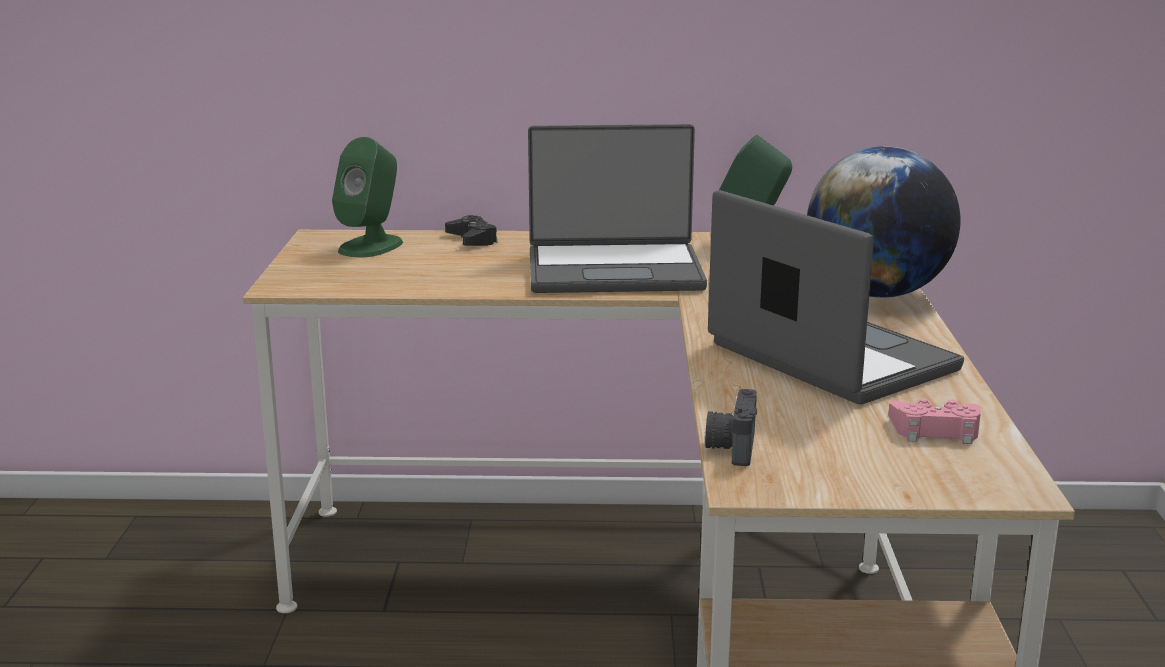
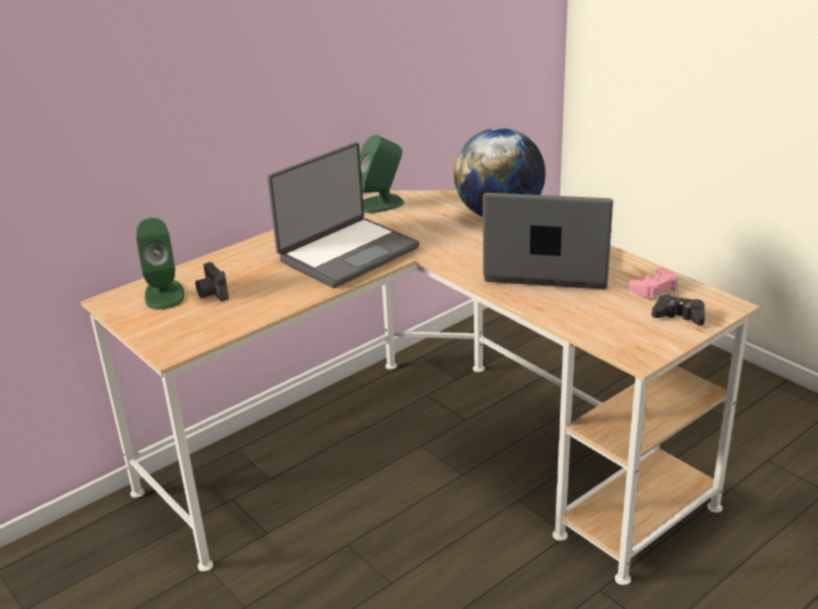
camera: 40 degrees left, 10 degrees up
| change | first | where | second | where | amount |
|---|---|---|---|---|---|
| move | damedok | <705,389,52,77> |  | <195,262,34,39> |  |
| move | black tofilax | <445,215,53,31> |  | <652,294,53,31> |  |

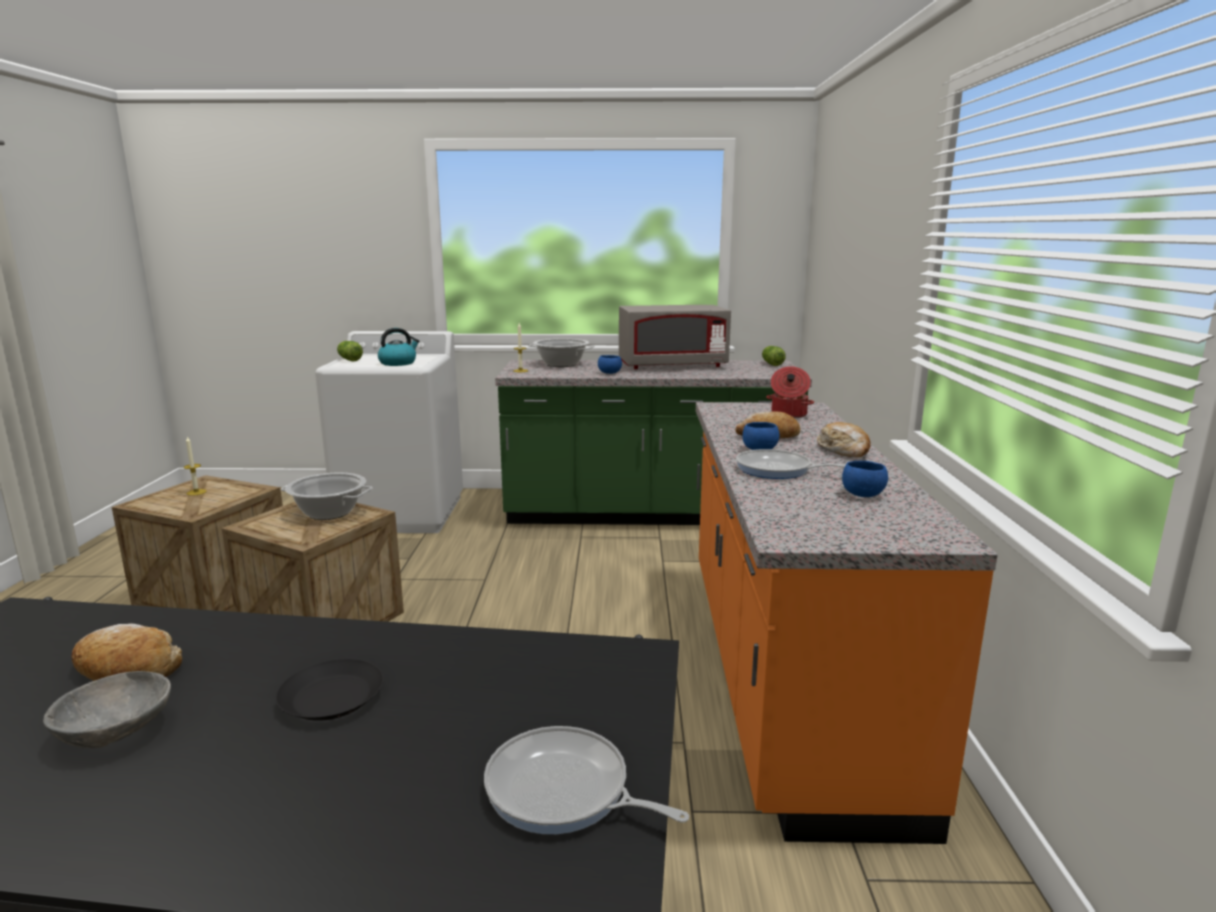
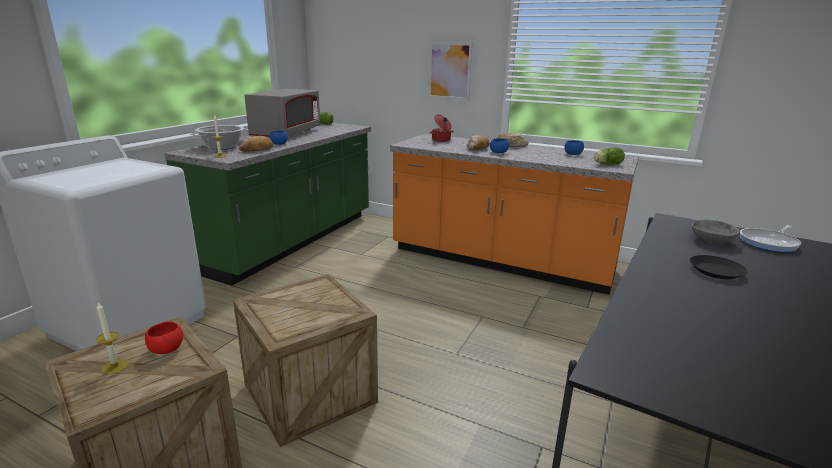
camera: 65 degrees left, 5 degrees up
| change | first | where | second | where | amount |
|---|---|---|---|---|---|
| insert |  |  | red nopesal | <145,321,38,33> |  |
| move | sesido | <71,623,111,58> |  | <239,136,34,16> |  |
| insert |  |  | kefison | <428,42,44,58> |  |
| move | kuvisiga | <337,341,26,20> |  | <594,147,31,18> |  |
| move | grey nopesal | <43,671,128,77> |  | <692,220,48,24> |  |
| delete | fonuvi | <280,473,93,47> |  |  |  |
| delete | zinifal | <378,328,41,38> |  |  |  |
| delete | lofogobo | <736,449,110,30> |  |  |  |

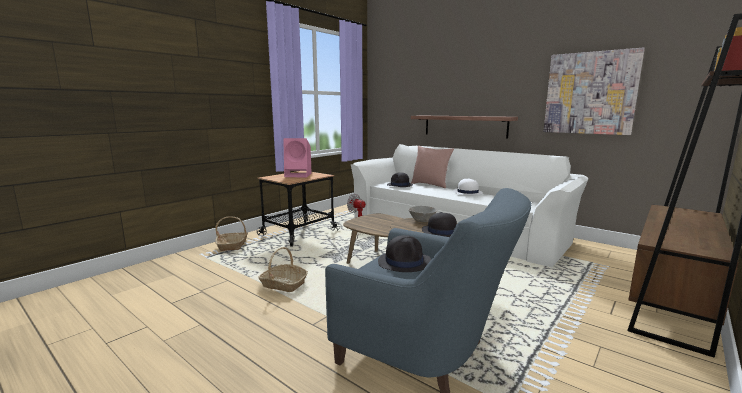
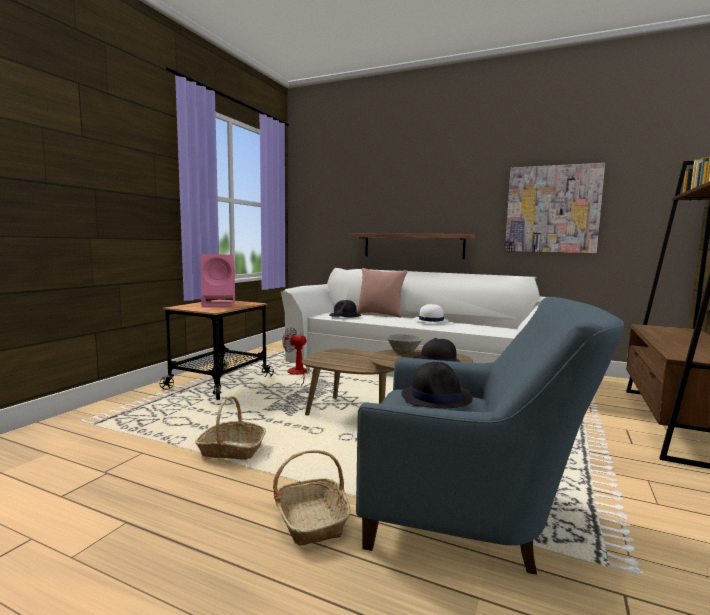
camera: 15 degrees left, 5 degrees down
| change | first | where | second | where | amount |
|---|---|---|---|---|---|
| move | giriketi | <215,216,33,35> |  | <273,450,78,96> |  |

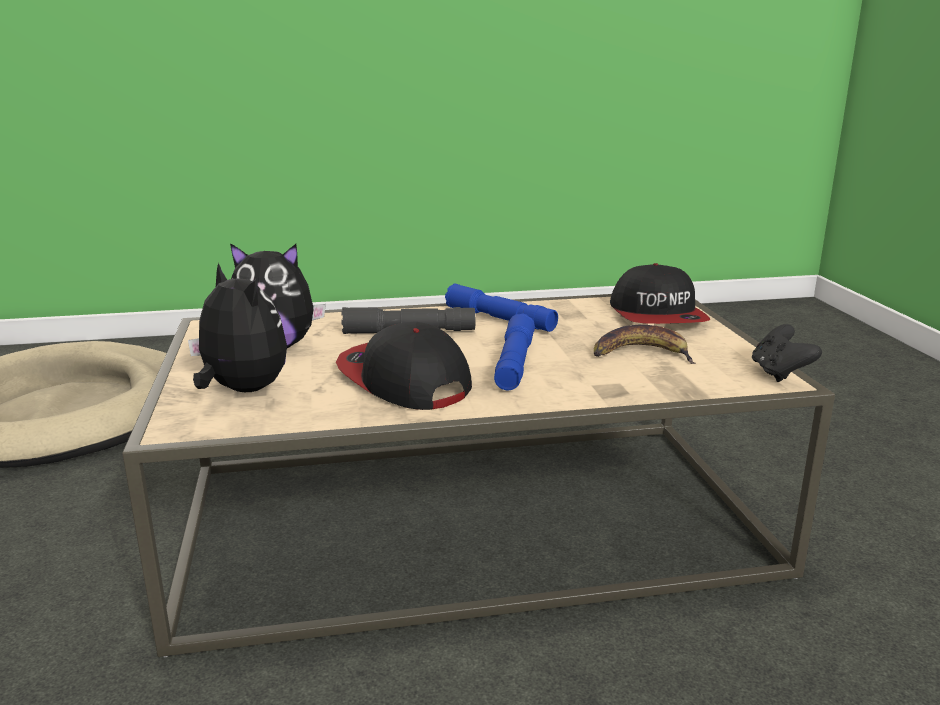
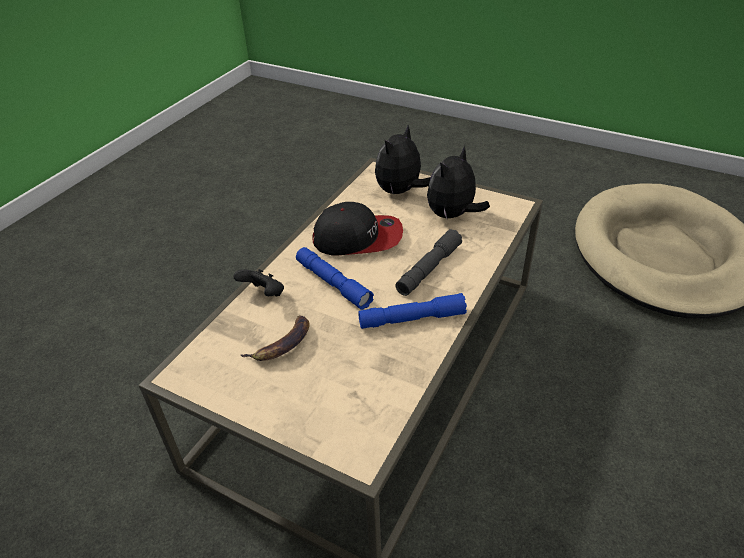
camera: 130 degrees right, 20 degrees up
| change | first | where | second | where | amount |
|---|---|---|---|---|---|
| move | black tofilax | <752,324,70,58> |  | <233,269,51,27> |  |
| rotate | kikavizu | <188,263,99,129> |  | <375,125,56,70> | 135 degrees clockwise |
| delete | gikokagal | <610,263,100,61> |  |  |  |

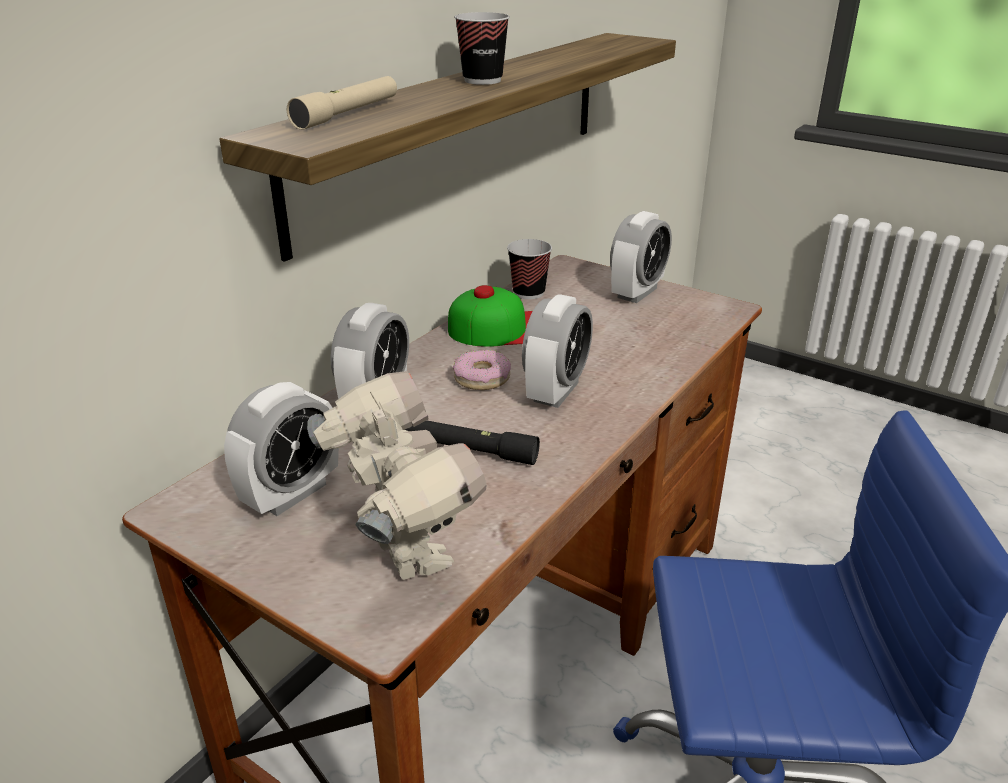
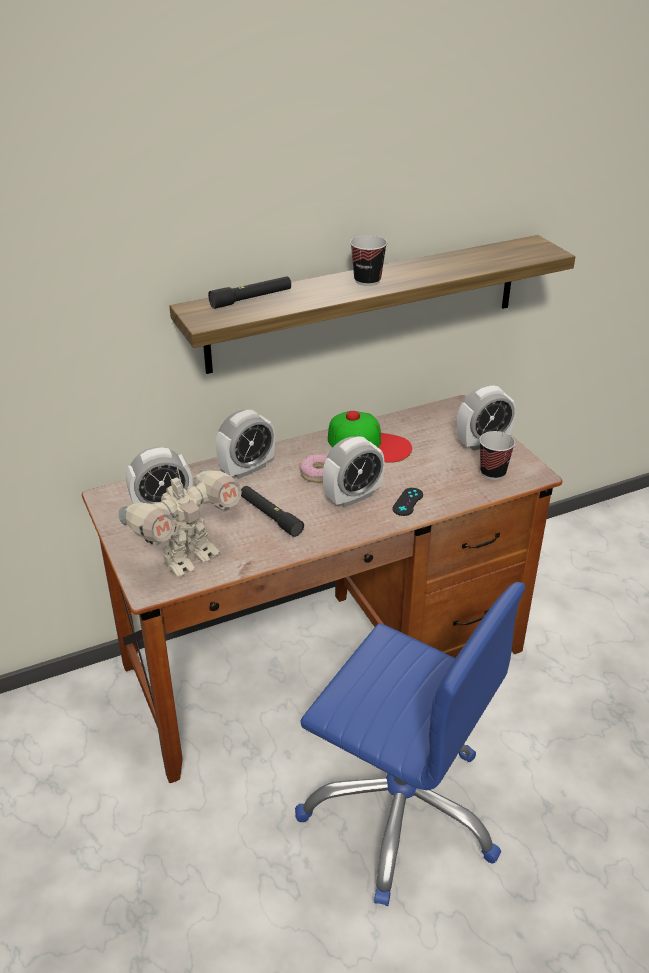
camera: 30 degrees right, 5 degrees up
| change | first | where | second | where | amount |
|---|---|---|---|---|---|
| rotate | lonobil | <307,371,180,209> |  | <118,467,124,109> | 45 degrees clockwise |
| recolor | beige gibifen | <287,76,110,54> | black gibifen | <208,276,83,33> |  |
| insert |  |  | black tofilax | <392,488,31,28> |  |
| move | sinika | <507,239,45,60> |  | <479,431,36,49> |  |

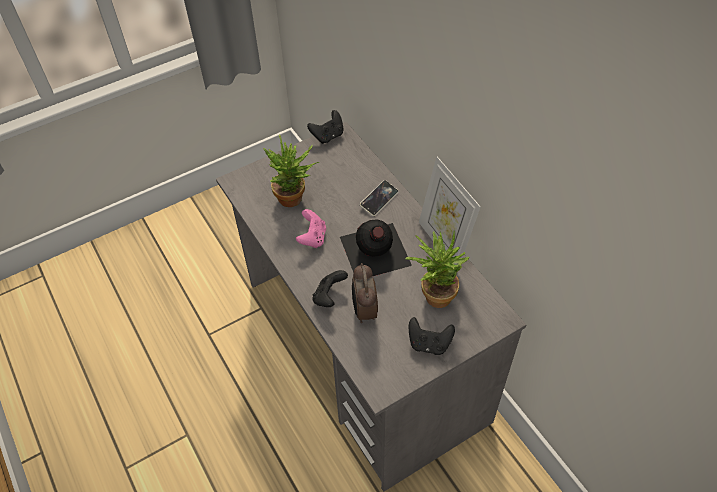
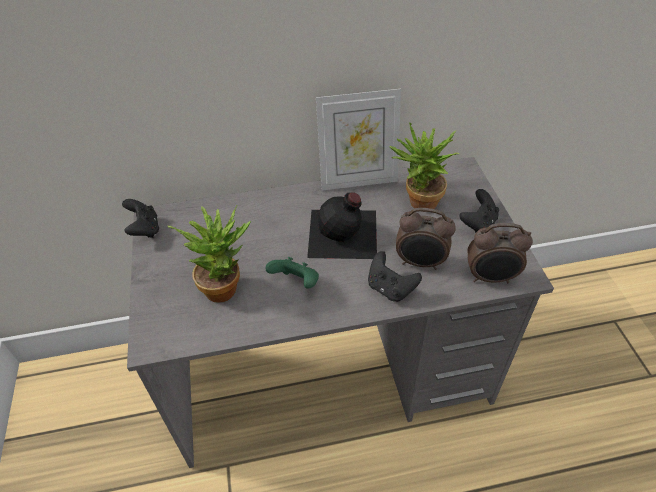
camera: 70 degrees left, 5 degrees down
| change | first | where | second | where | amount |
|---|---|---|---|---|---|
| recolor | pink tofilax | <296,209,30,39> | green tofilax | <265,257,54,32> |  |
| insert |  |  | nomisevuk | <467,223,66,61> |  |
| delete | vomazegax | <360,180,39,36> |  |  |  |

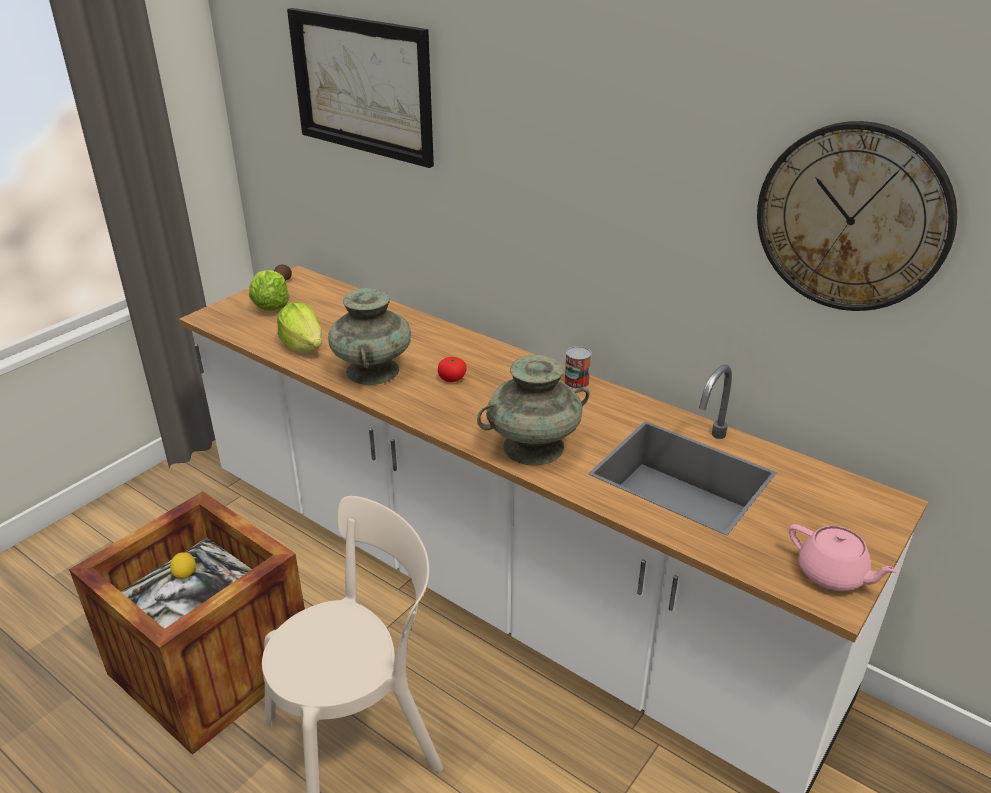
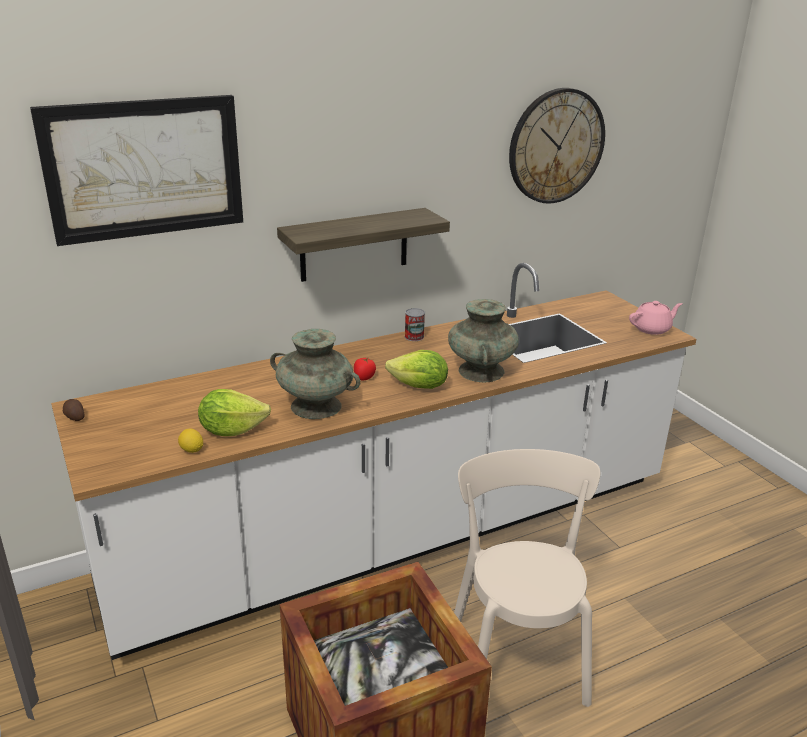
camera: 65 degrees left, 5 degrees down
| change | first | where | second | where | amount |
|---|---|---|---|---|---|
| move | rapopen | <170,552,26,27> |  | <178,428,25,25> |  |
| insert |  |  | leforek | <277,208,173,74> |  |
| move | kuvisiga | <249,270,40,41> |  | <385,350,63,39> |  |

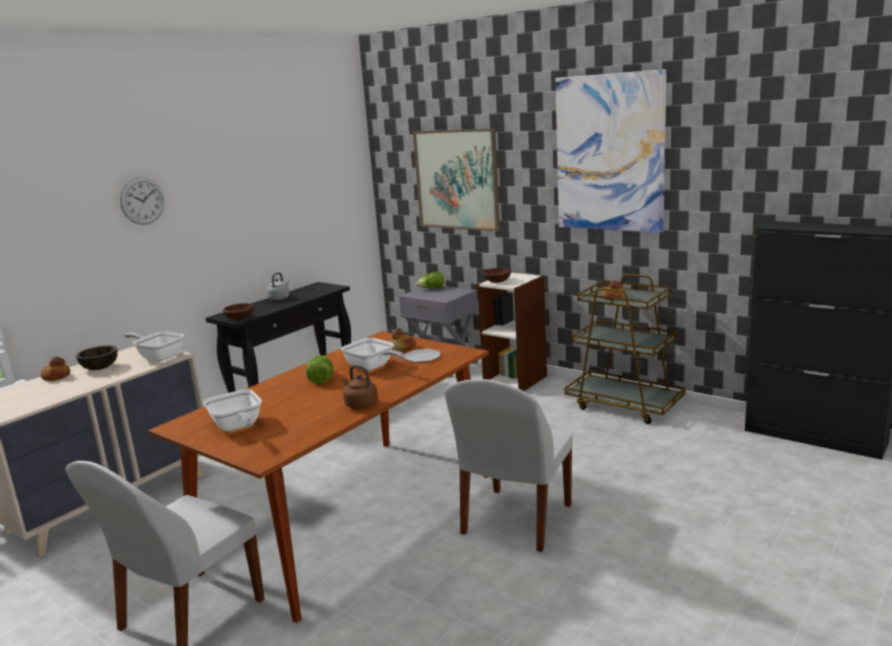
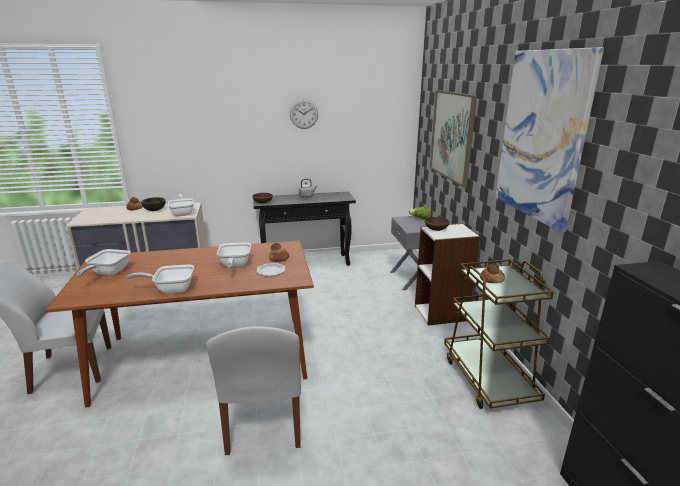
camera: 40 degrees right, 5 degrees up
| change | first | where | second | where | amount |
|---|---|---|---|---|---|
| replace | brown zinifal | <343,365,35,44> | lofogobo | <127,265,67,28> |  |
| rotate | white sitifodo | <444,379,129,173> |  | <206,326,95,129> | 75 degrees counterclockwise |
| move | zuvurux | <120,177,44,48> |  | <290,99,28,30> |  |
| delete | kuvisiga | <306,355,28,29> |  |  |  |

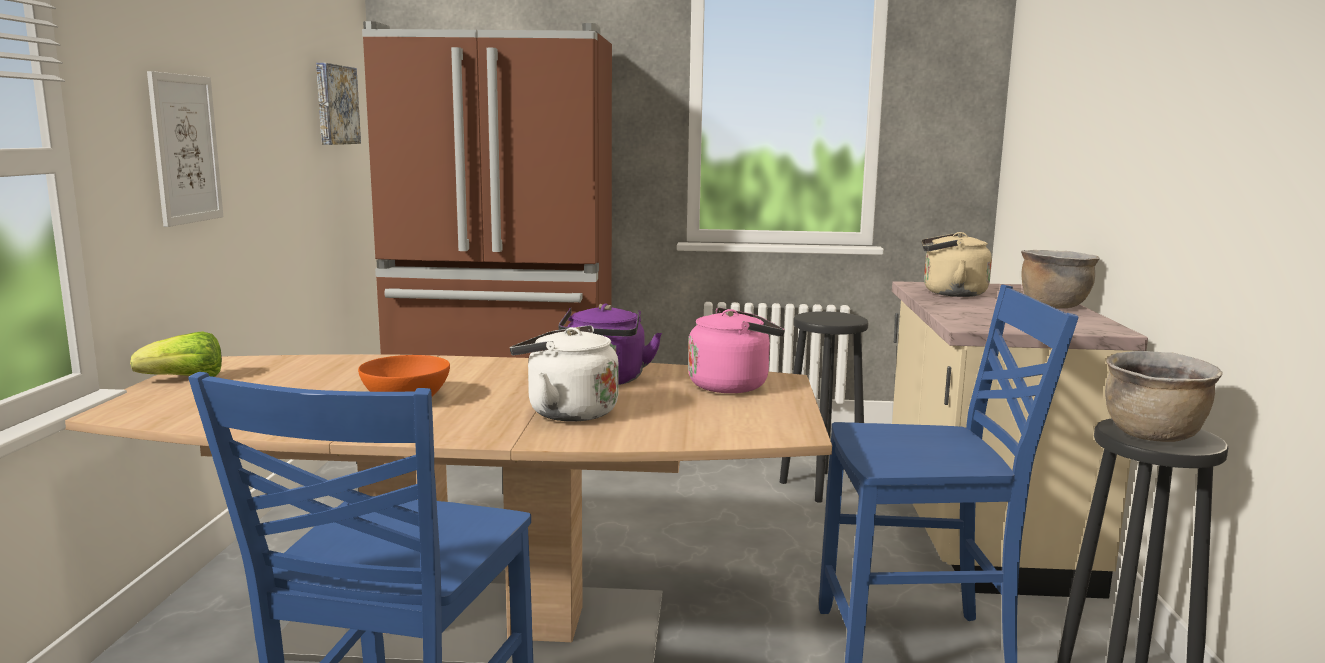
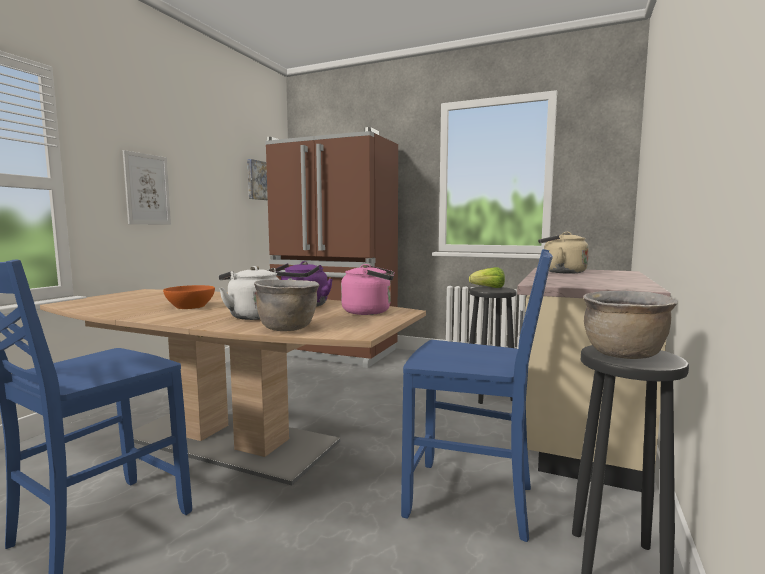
camera: 20 degrees right, 5 degrees down
| change | first | where | second | where | amount |
|---|---|---|---|---|---|
| move | brown fonuvi | <1021,250,79,58> |  | <254,280,65,51> |  |
| move | kuvisiga | <130,331,92,46> |  | <469,267,36,21> |  |

